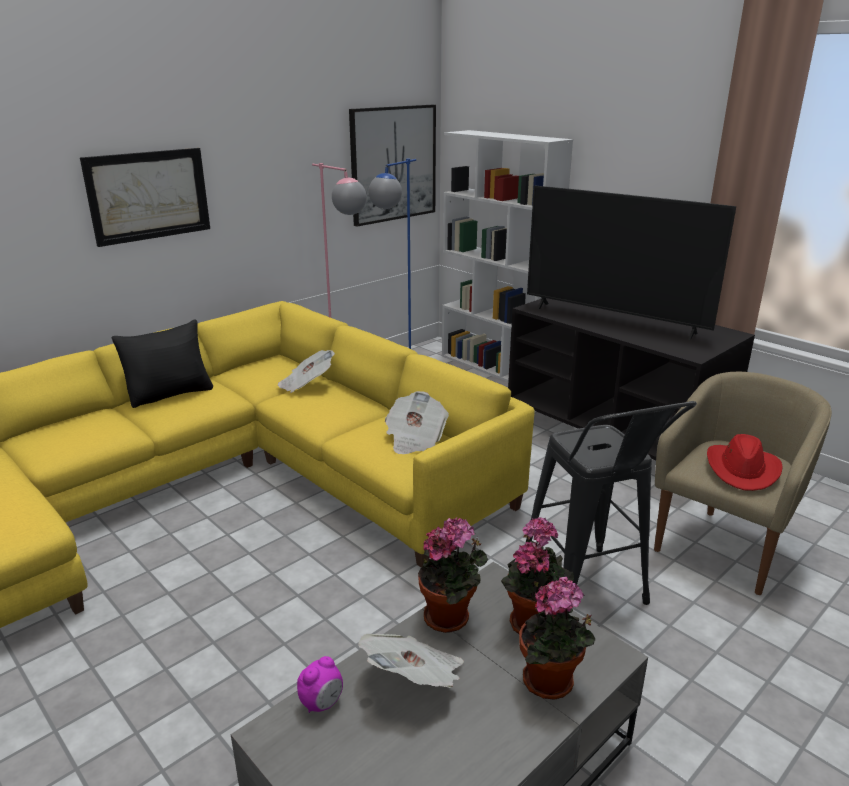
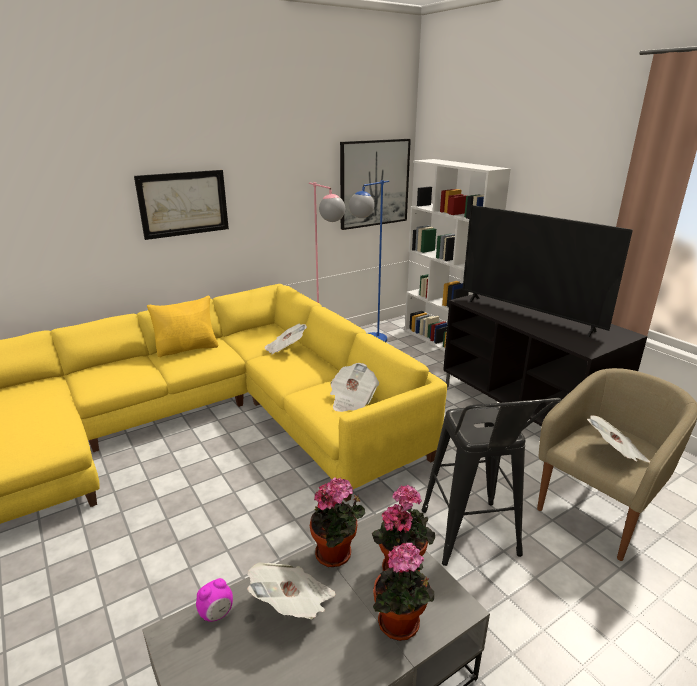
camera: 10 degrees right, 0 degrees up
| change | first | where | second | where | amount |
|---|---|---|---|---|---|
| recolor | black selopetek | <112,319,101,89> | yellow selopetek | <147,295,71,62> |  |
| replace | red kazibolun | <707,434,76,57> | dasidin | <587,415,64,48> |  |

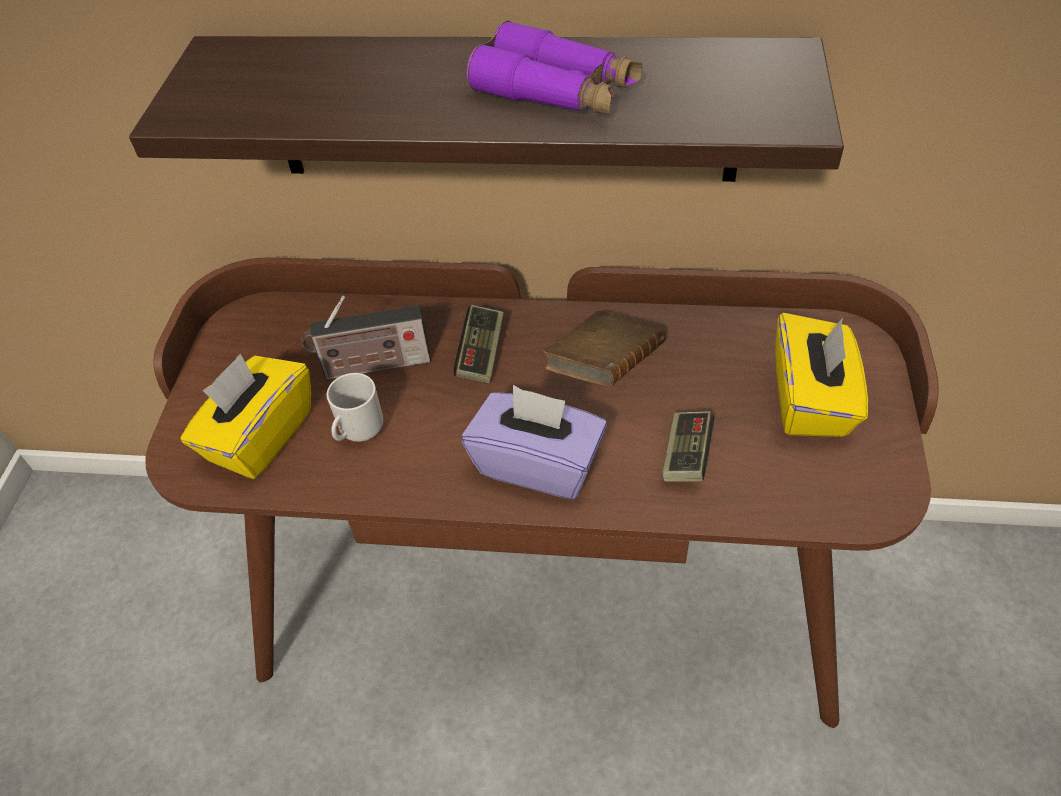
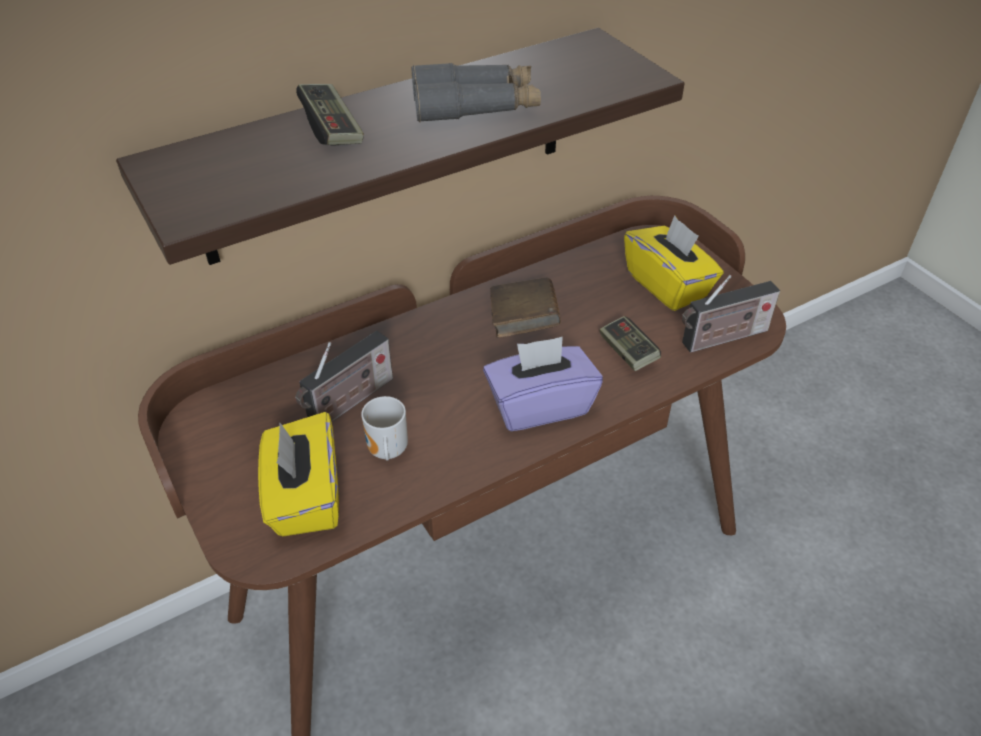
camera: 40 degrees left, 5 degrees down
| change | first | where | second | where | amount |
|---|---|---|---|---|---|
| move | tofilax | <454,305,50,78> |  | <296,84,68,62> |  |
| recolor | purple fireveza | <466,20,177,95> | grey fireveza | <412,63,129,59> |  |
| insert |  |  | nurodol | <682,275,98,78> |  |

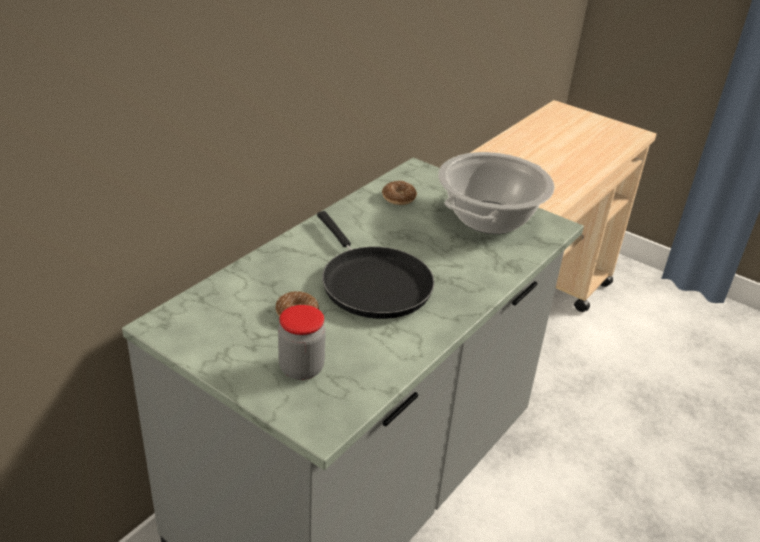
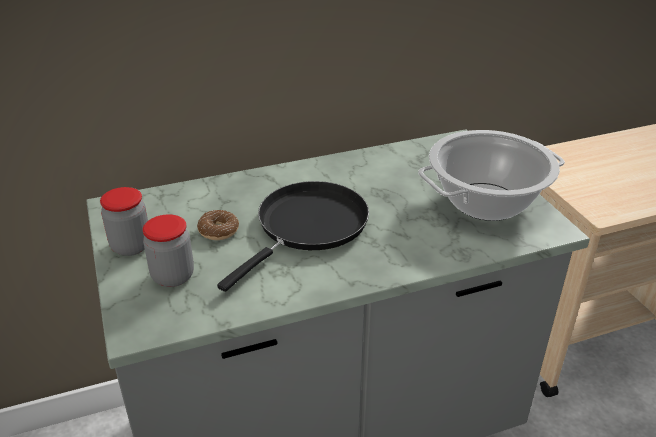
camera: 35 degrees right, 0 degrees up
| change | first | where | second | where | amount |
|---|---|---|---|---|---|
| insert |  |  | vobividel | <100,187,48,69> |  |
| rotate | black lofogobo | <317,211,118,108> |  | <217,181,152,111> | 150 degrees counterclockwise |
| delete | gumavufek | <382,181,35,24> |  |  |  |

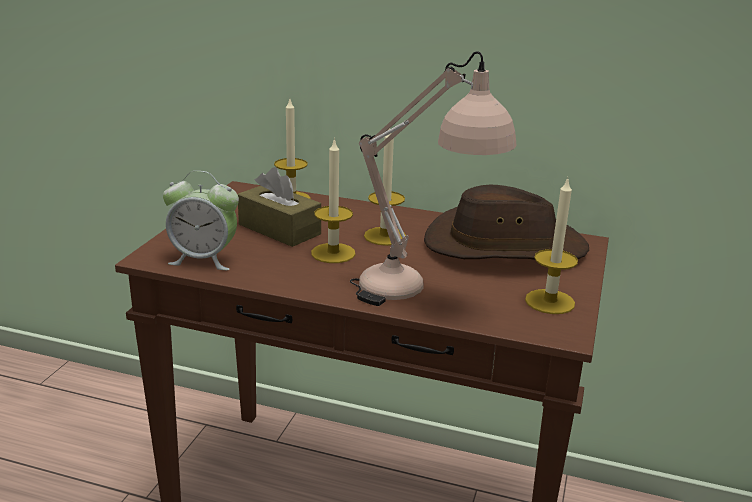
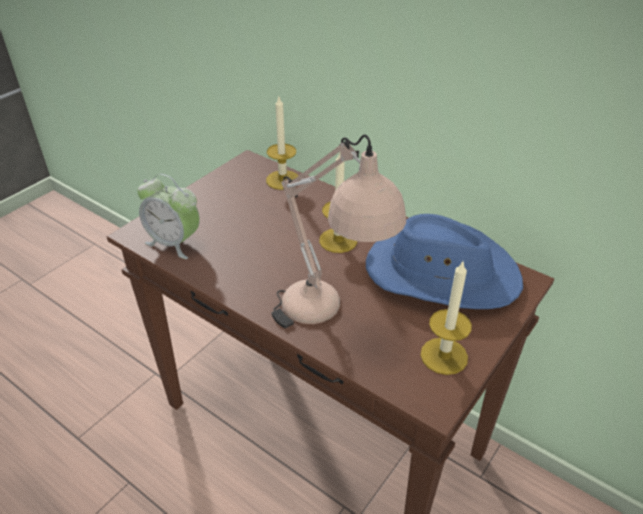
camera: 20 degrees right, 15 degrees up
| change | first | where | second | where | amount |
|---|---|---|---|---|---|
| recolor | brown kazibolun | <424,185,165,75> | blue kazibolun | <366,214,157,95> |  |
| delete | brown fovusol | <237,167,84,80> |  |  |  |
| delete | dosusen | <311,138,45,125> |  |  |  |

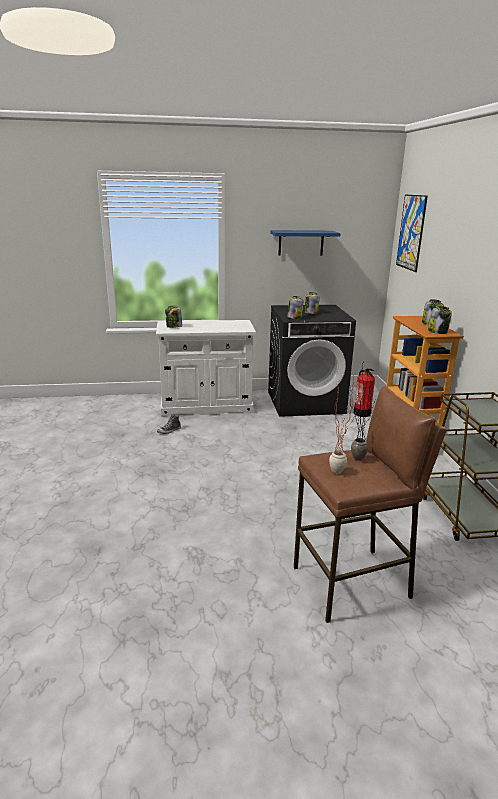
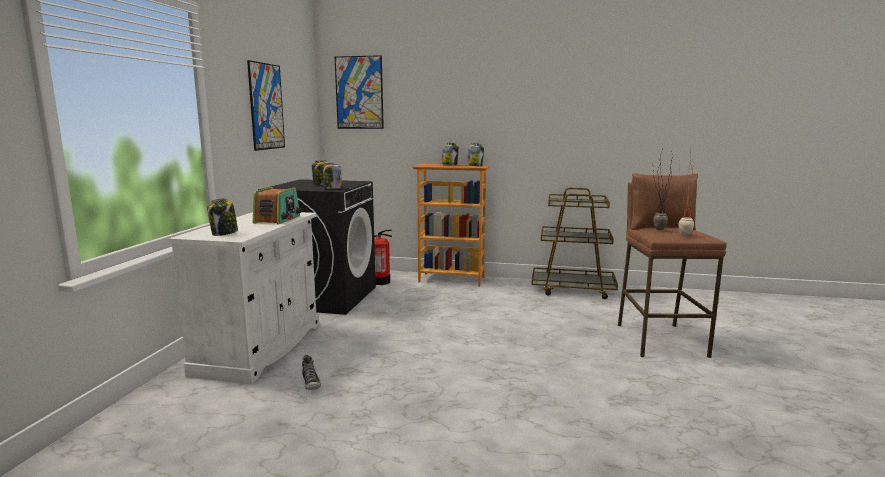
camera: 70 degrees left, 10 degrees down
| change | first | where | second | where | amount |
|---|---|---|---|---|---|
| replace | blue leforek | <270,230,71,26> | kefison | <247,60,38,91> |  |
| insert |  |  | nurodol | <253,187,49,38> |  |

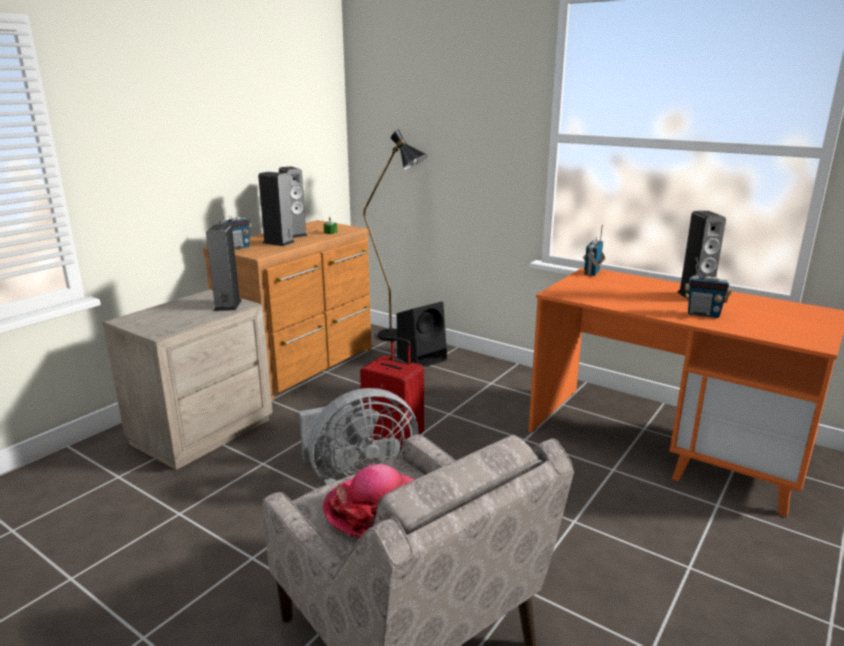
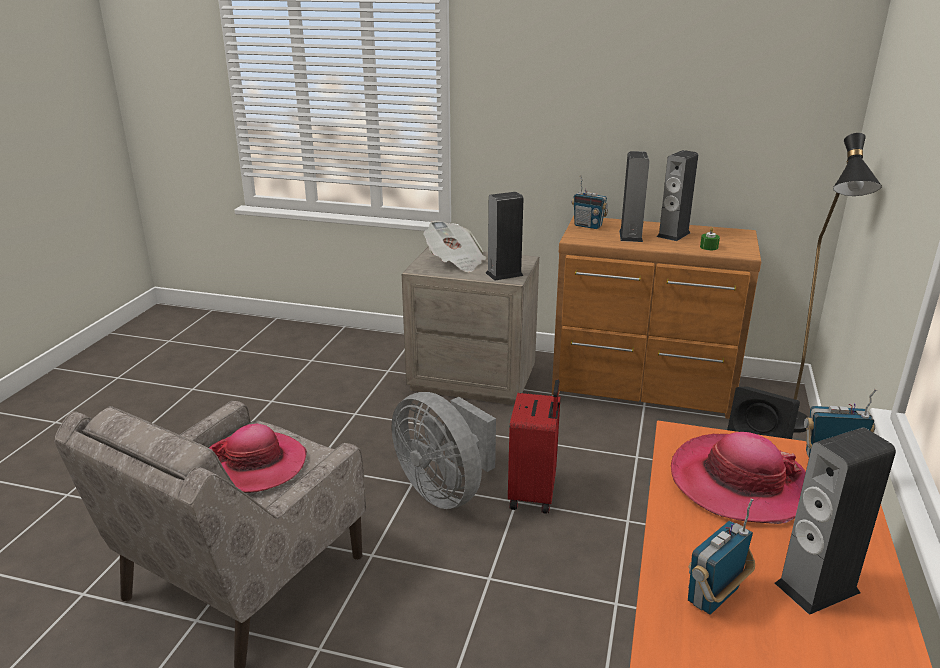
camera: 70 degrees right, 5 degrees up
| change | first | where | second | where | amount |
|---|---|---|---|---|---|
| insert |  |  | dasidin | <423,220,63,52> |  |
| insert |  |  | kazibolun | <671,432,135,92> |  |
| rotate | nurodol | <685,258,46,60> |  | <688,498,67,117> | 45 degrees clockwise |

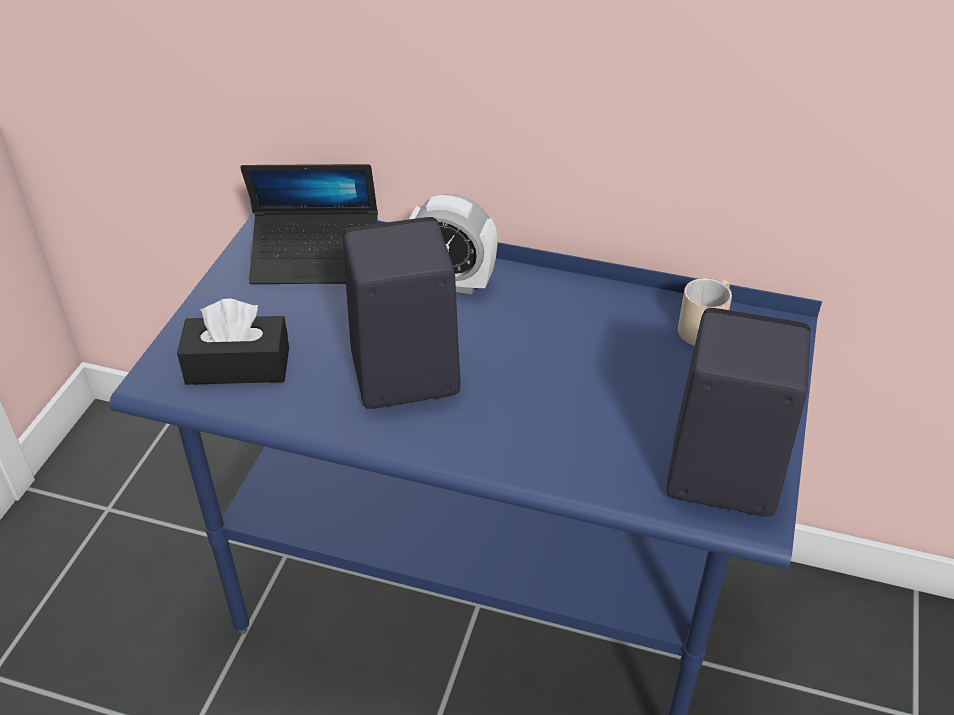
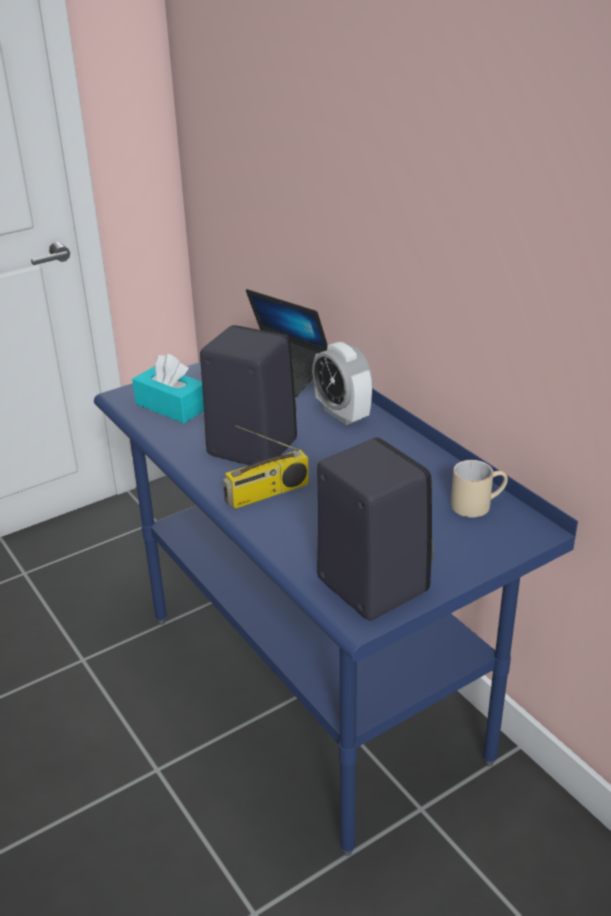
camera: 40 degrees right, 10 degrees down
| change | first | where | second | where | amount |
|---|---|---|---|---|---|
| recolor | black fovusol | <177,298,112,87> | turquoise fovusol | <132,353,72,70> |  |
| insert |  |  | nurodol | <223,425,86,84> |  |

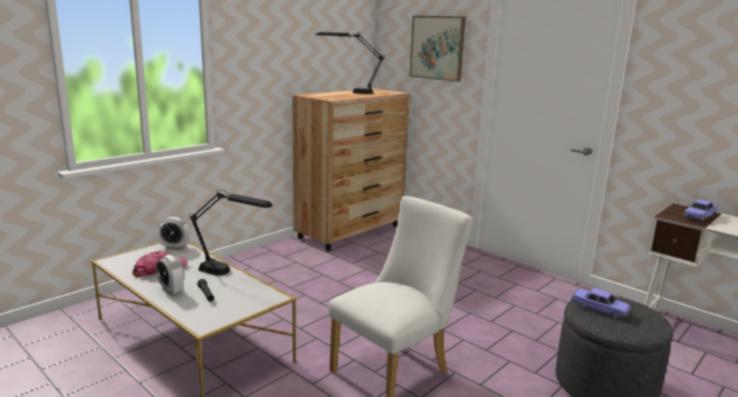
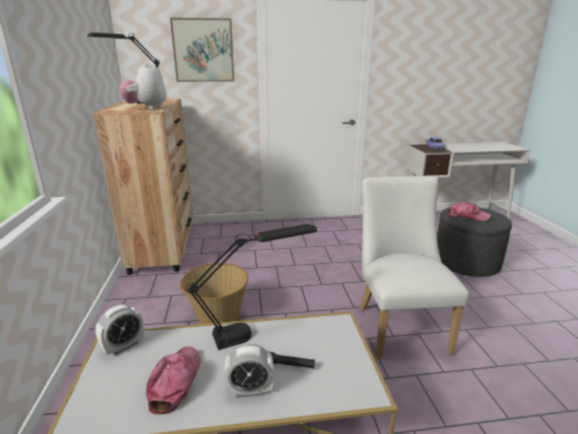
camera: 50 degrees left, 5 degrees up
| change | first | where | second | where | amount |
|---|---|---|---|---|---|
| insert |  |  | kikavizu | <120,63,46,46> |  |
| insert |  |  | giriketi | <180,263,69,61> |  |
| replace | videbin | <571,288,60,31> | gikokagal | <447,202,44,19> |  |

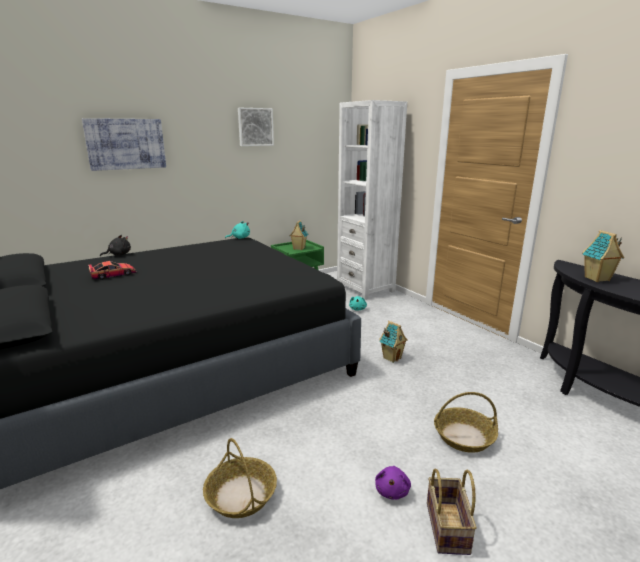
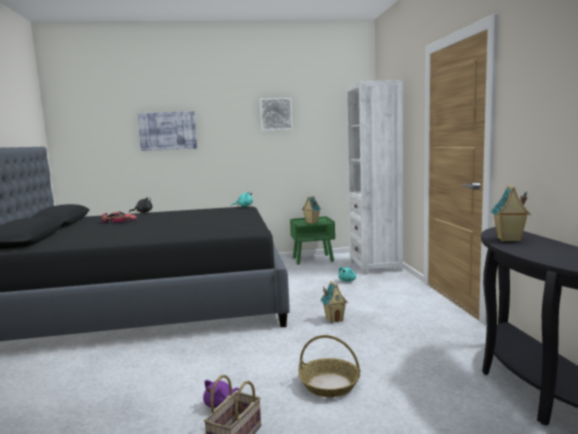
camera: 25 degrees right, 10 degrees down
| change | first | where | second | where | amount |
|---|---|---|---|---|---|
| delete | giriketi | <203,438,74,80> |  |  |  |

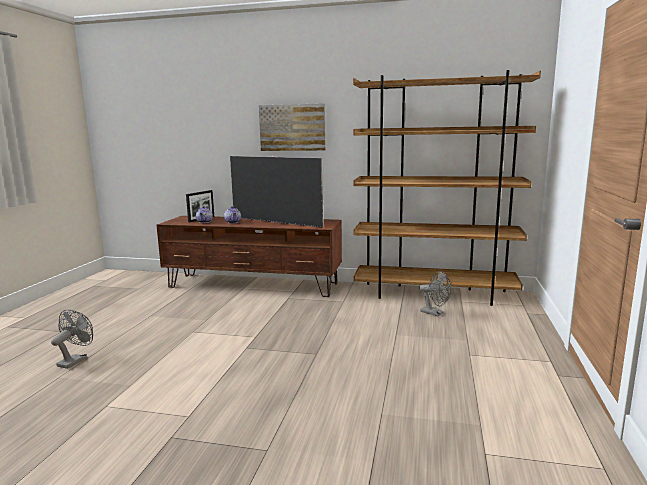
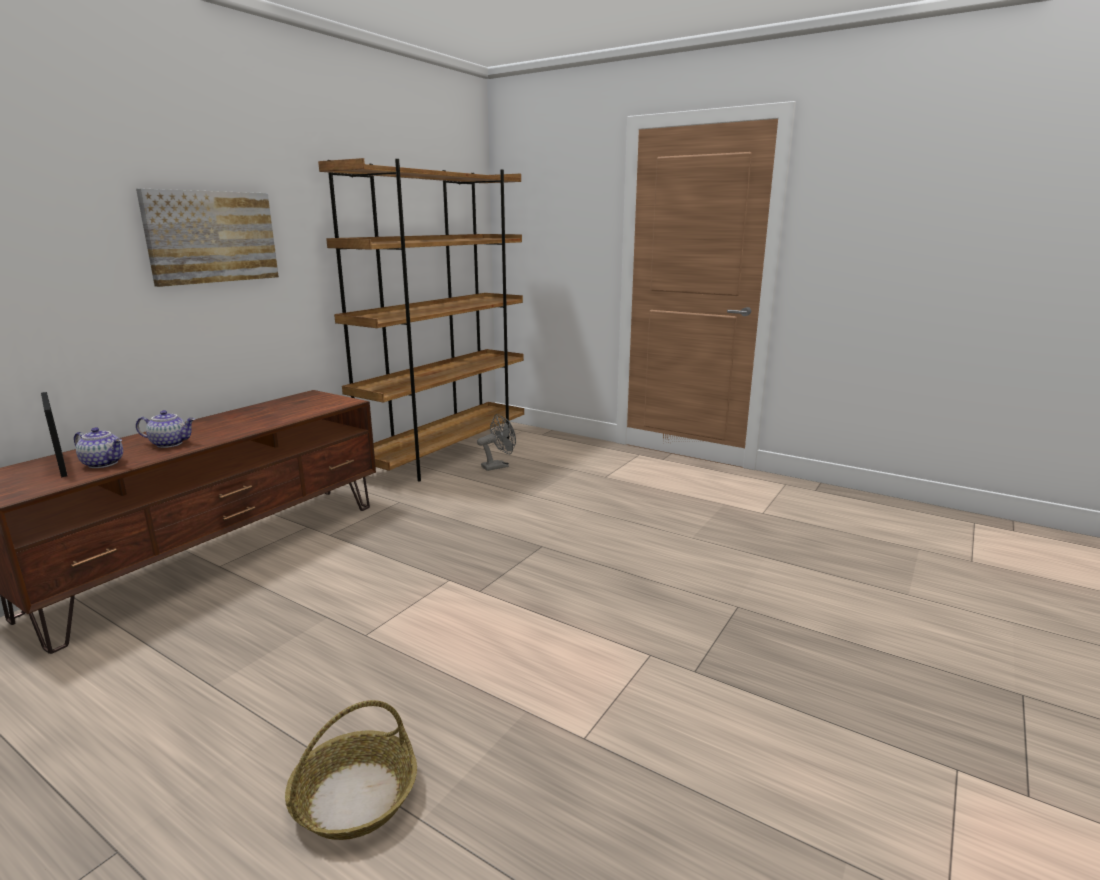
camera: 70 degrees left, 5 degrees up
| change | first | where | second | where | amount |
|---|---|---|---|---|---|
| replace | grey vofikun | <51,309,42,60> | giriketi | <285,700,132,140> |  |
| delete | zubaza | <230,155,94,73> |  |  |  |

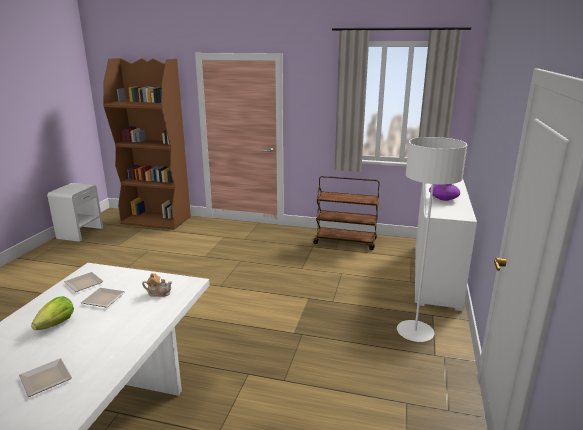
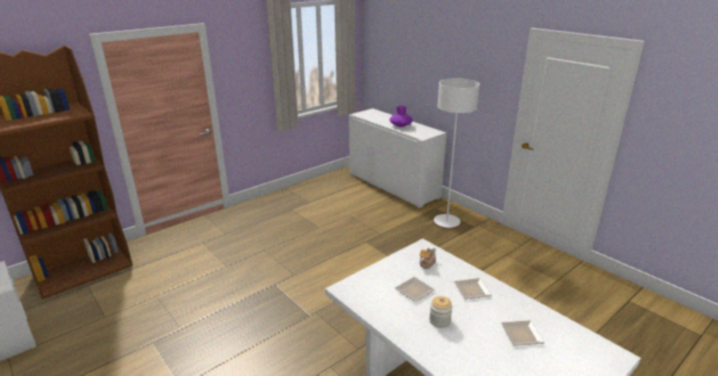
camera: 55 degrees left, 5 degrees up
| change | first | where | second | where | amount |
|---|---|---|---|---|---|
| replace | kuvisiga | <31,296,43,34> | vobividel | <429,296,24,32> |  |
| move | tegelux | <64,272,40,20> |  | <454,278,38,21> |  |
| delete | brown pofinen | <313,176,66,74> |  |  |  |

